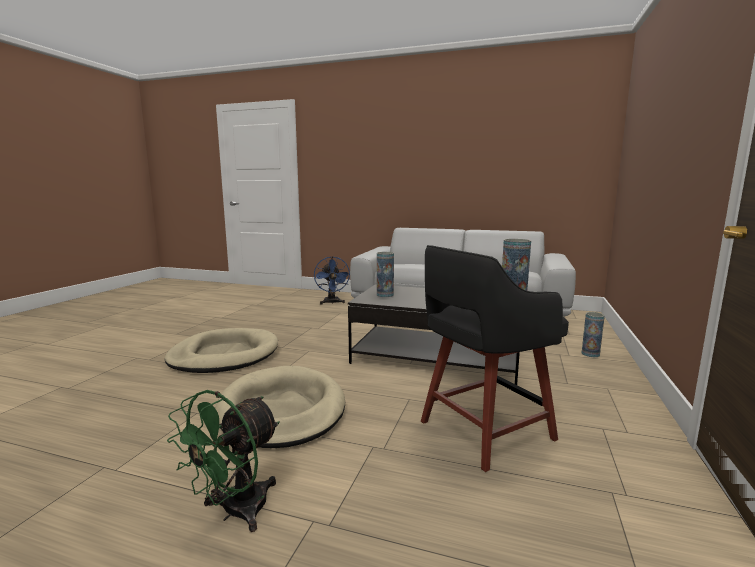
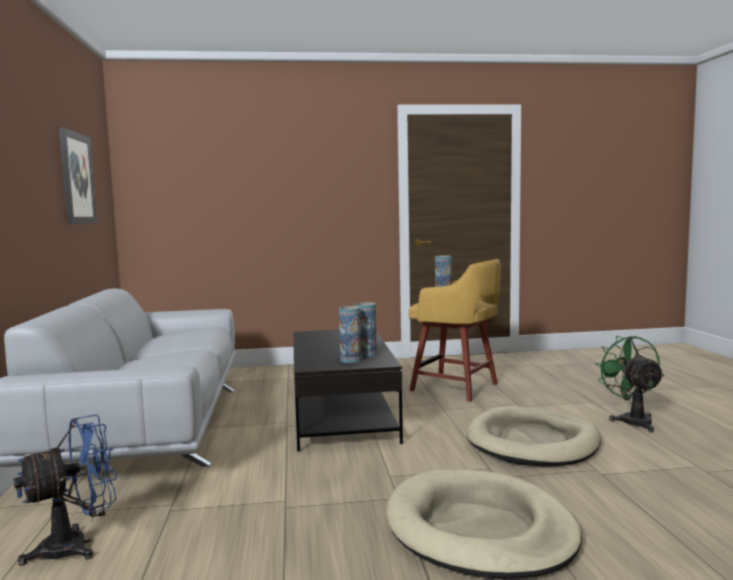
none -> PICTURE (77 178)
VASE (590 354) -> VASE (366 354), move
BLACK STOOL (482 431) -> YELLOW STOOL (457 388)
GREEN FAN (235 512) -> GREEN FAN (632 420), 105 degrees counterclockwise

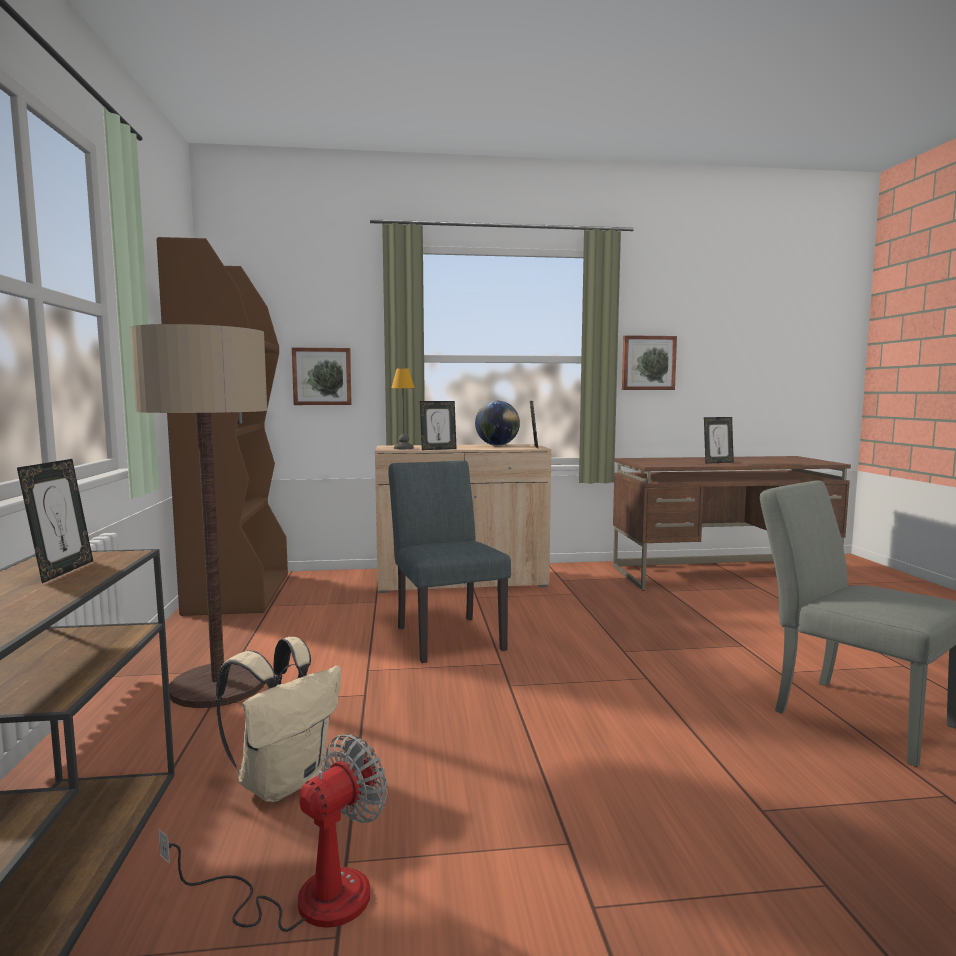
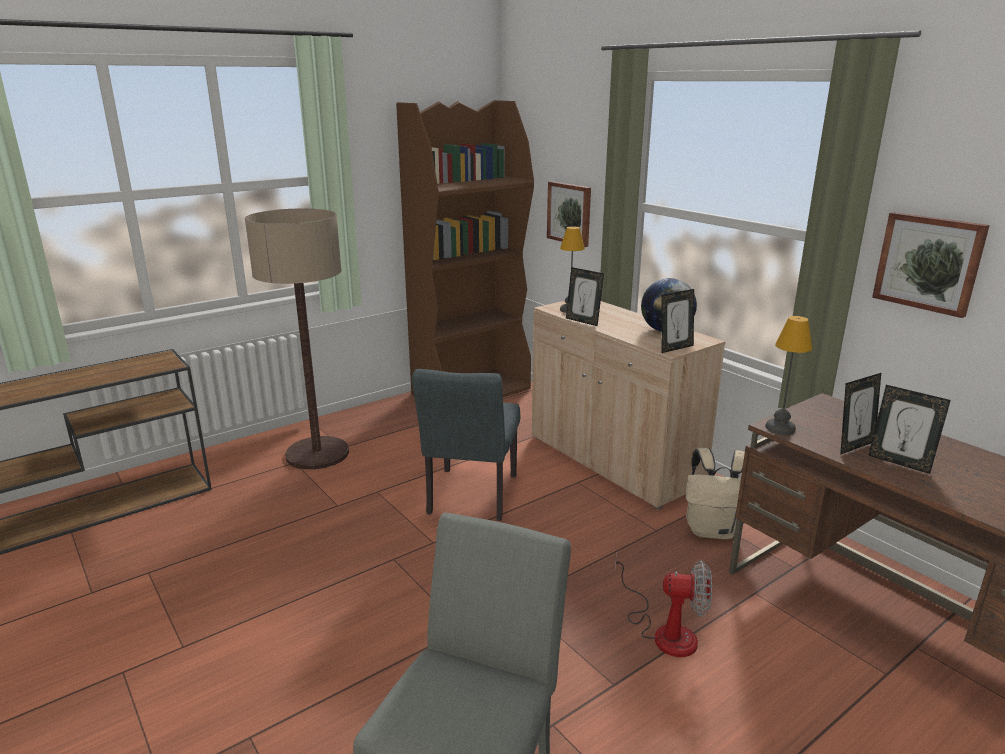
none -> TABLE LAMP (780 427)
PICTURE FRAME (62 571) -> PICTURE FRAME (854 446), move
FAN (306 898) -> FAN (664 631), move
BEIGE BACKPACK (283 781) -> BEIGE BACKPACK (713 530), move
GREY CHAIR (446 635) -> GREY CHAIR (470 498), 150 degrees clockwise

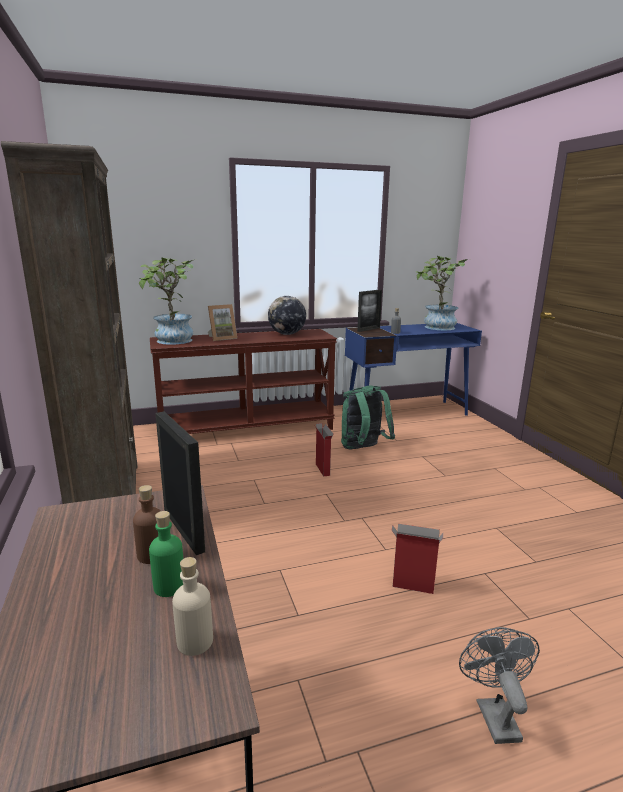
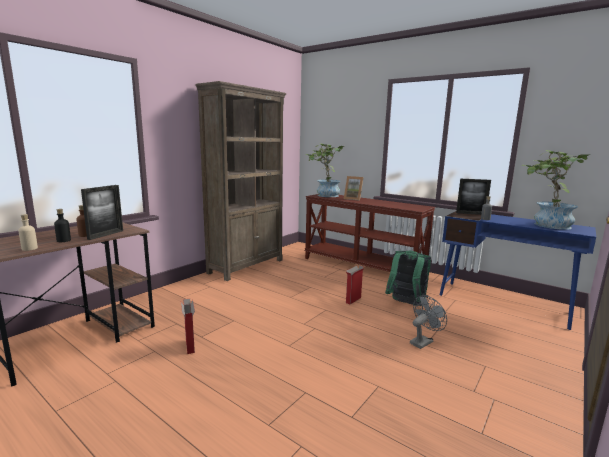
GLOBE (287 334) -> none
CARDBOARD BOX (412 586) -> CARDBOARD BOX (190 345), move
GREY FAN (494 714) -> GREY FAN (423 341), move
GREEN BOTTLE (169 586) -> BLACK BOTTLE (64 240)

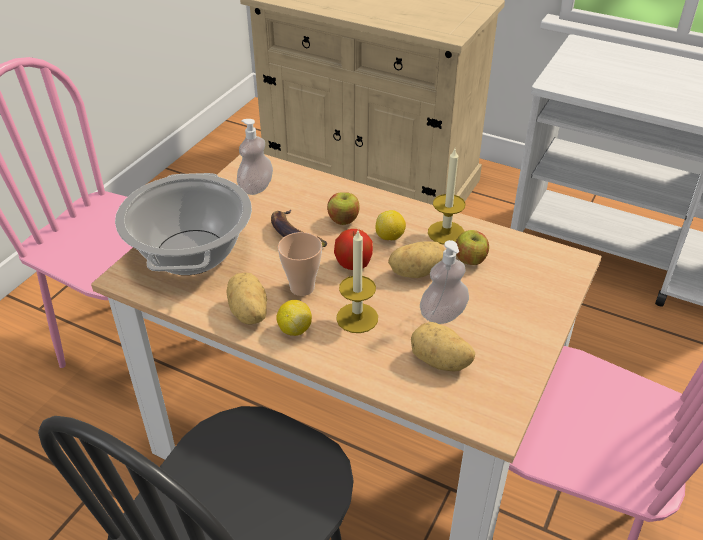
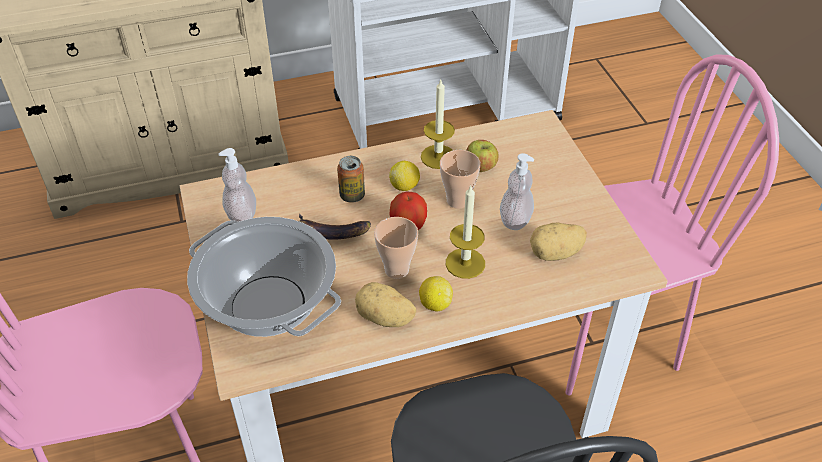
APPLE (343 220) -> CAN (352 195)
POTATO (416 272) -> CUP (458 200)

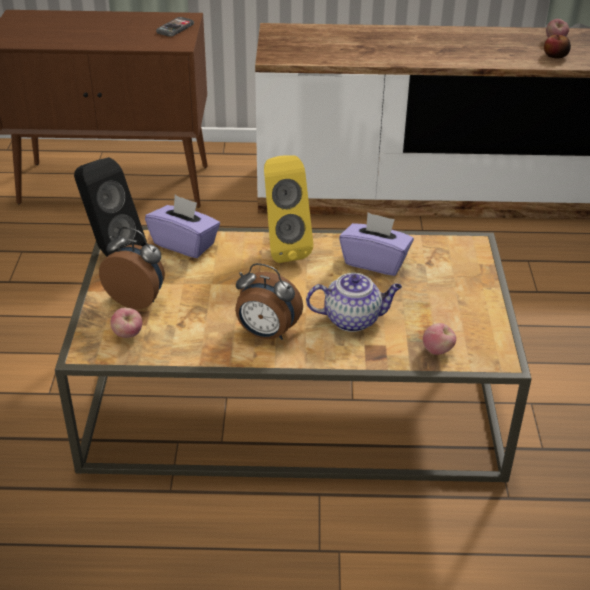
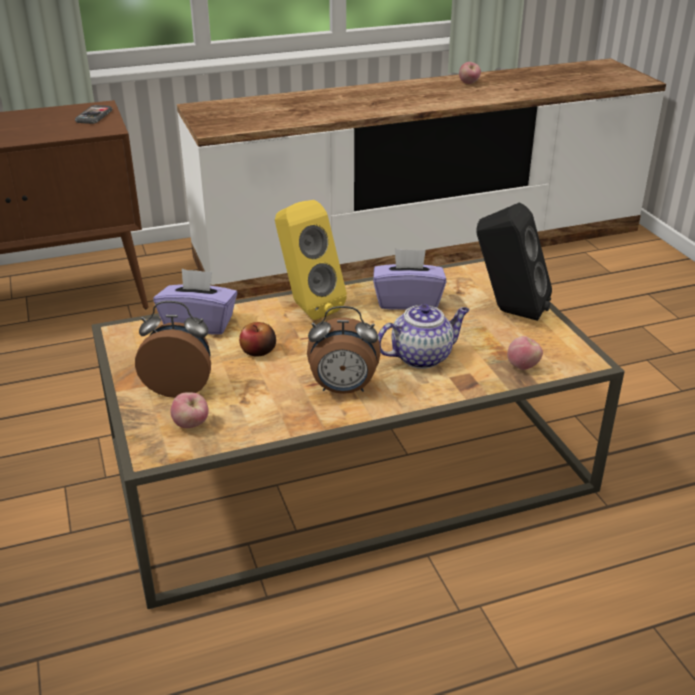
BLACK SPEAKER (111 253) -> BLACK SPEAKER (508 312), move
APPLE (555 56) -> APPLE (258 351), move

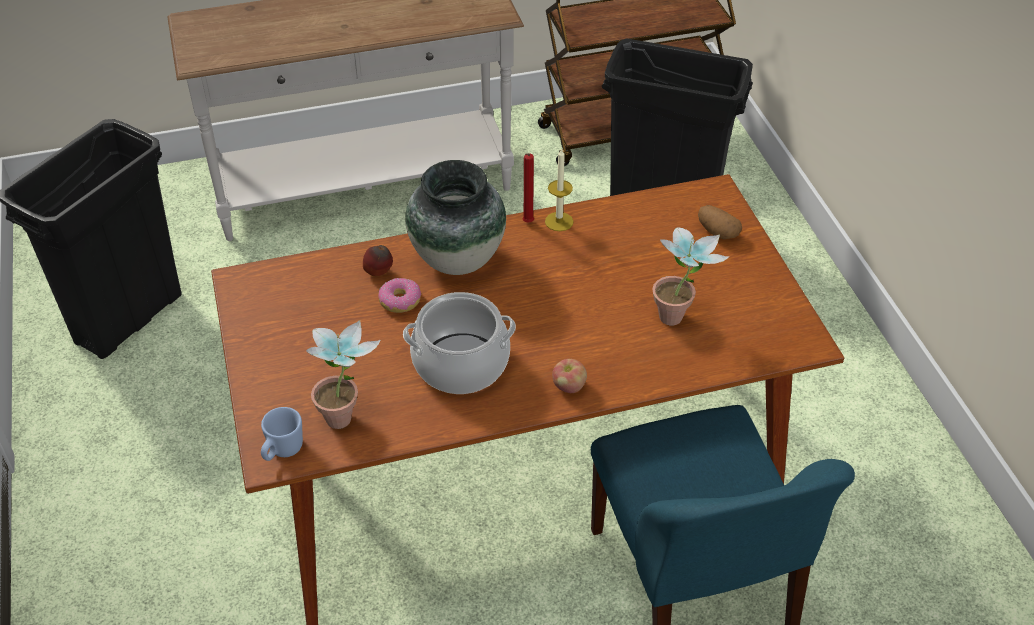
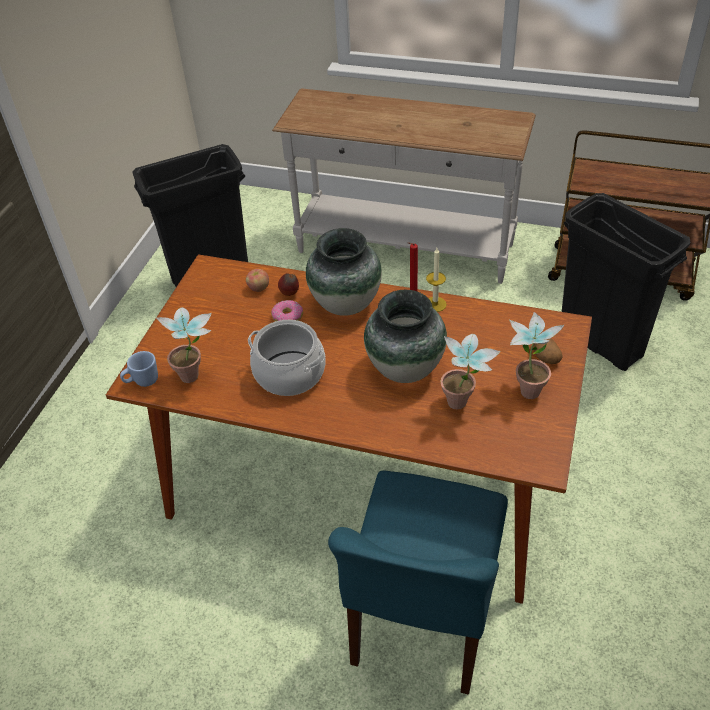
none -> VASE (405 369)
none -> POTTED PLANT (527 386)
APPLE (569 386) -> APPLE (258 288), move

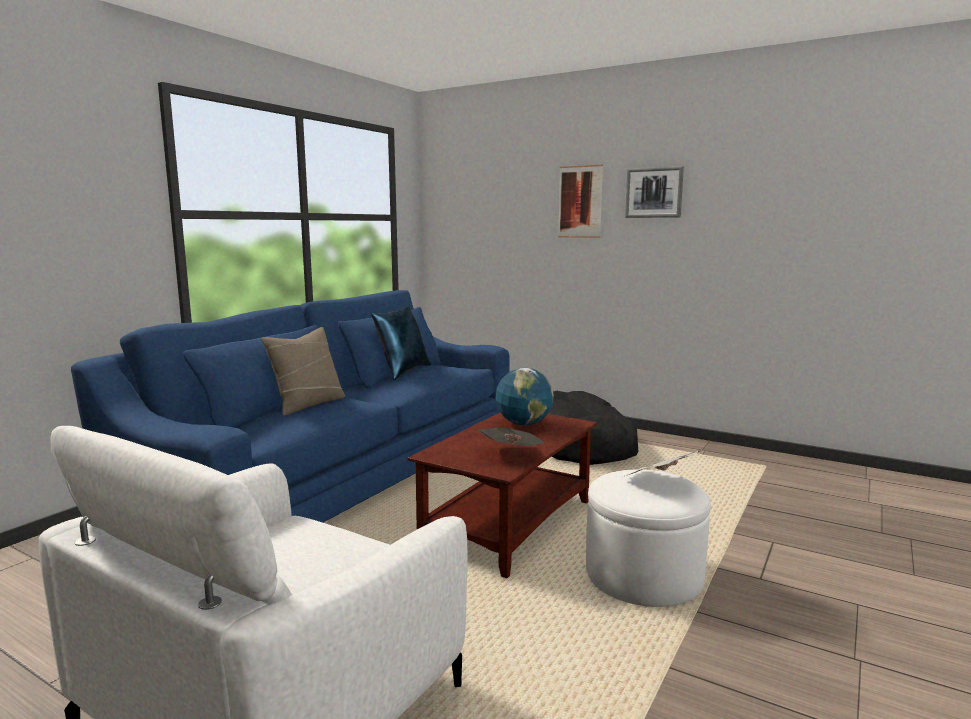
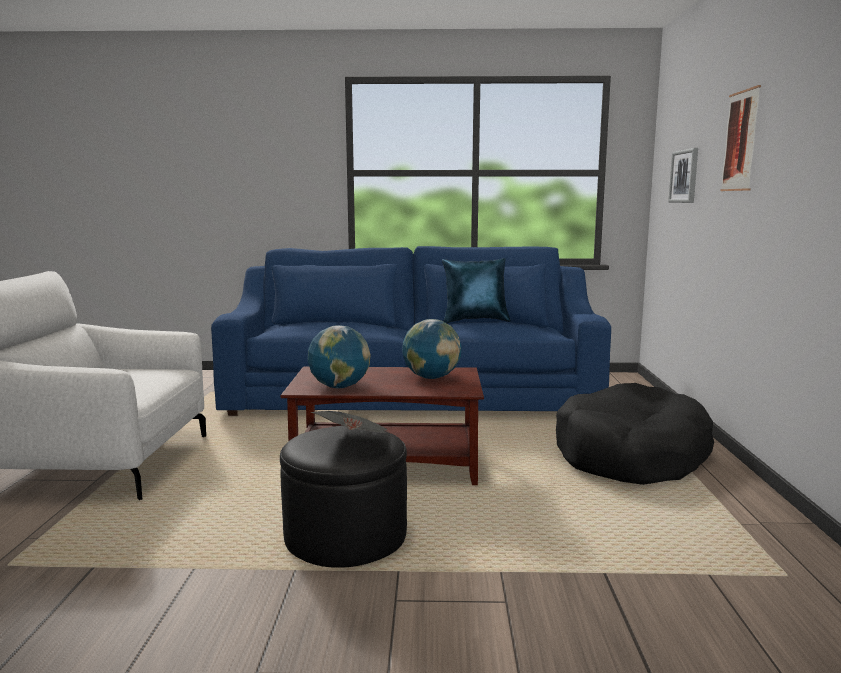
BEIGE PILLOW (308 404) -> none
PICTURE (654 192) -> PICTURE (684 176), move
NEWSPAPER (512 455) -> GLOBE (339 386)
WHITE OTTOMAN (643 574) -> BLACK OTTOMAN (345 535)

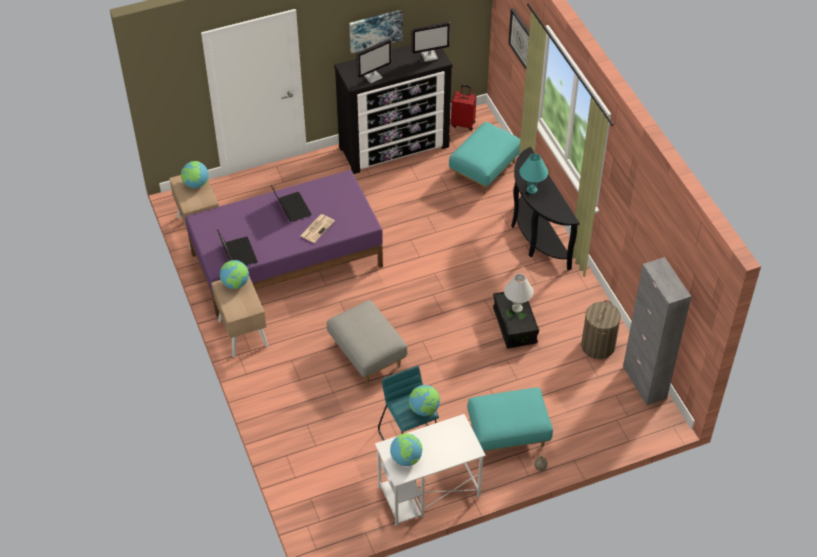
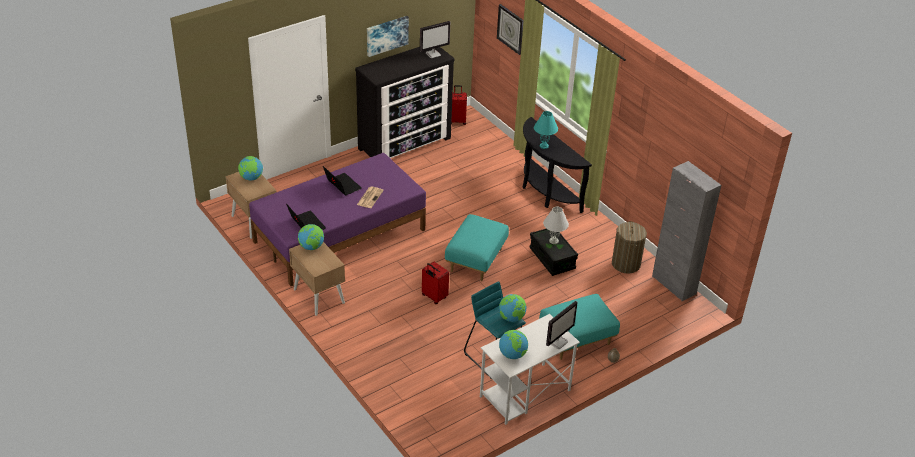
MONITOR (373 76) -> MONITOR (557 341), move
TURQUOISE OTTOMAN (484 170) -> TURQUOISE OTTOMAN (475 260), move
GREY OTTOMAN (366 354) -> RED SUITCASE (434 297)

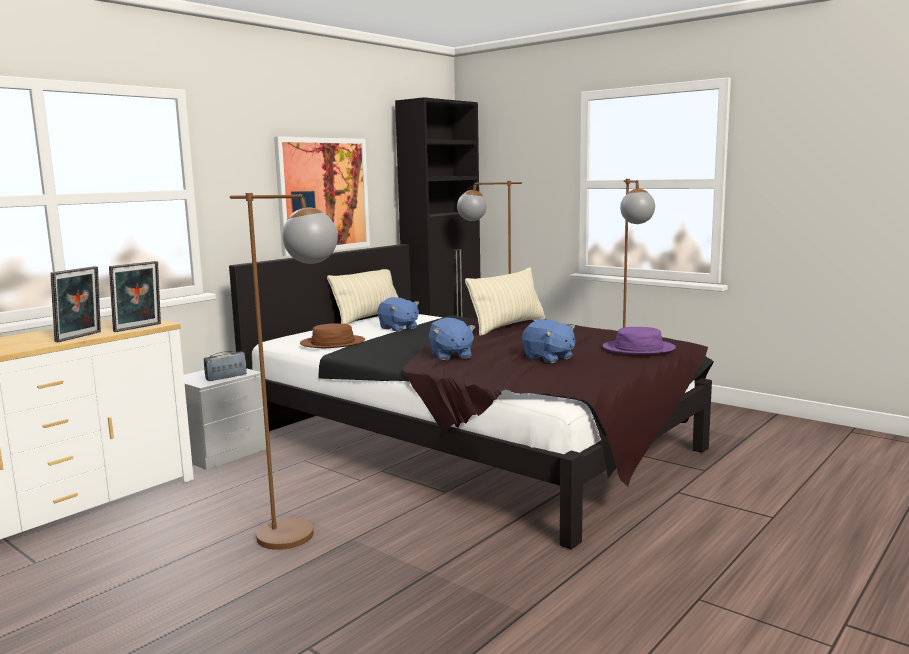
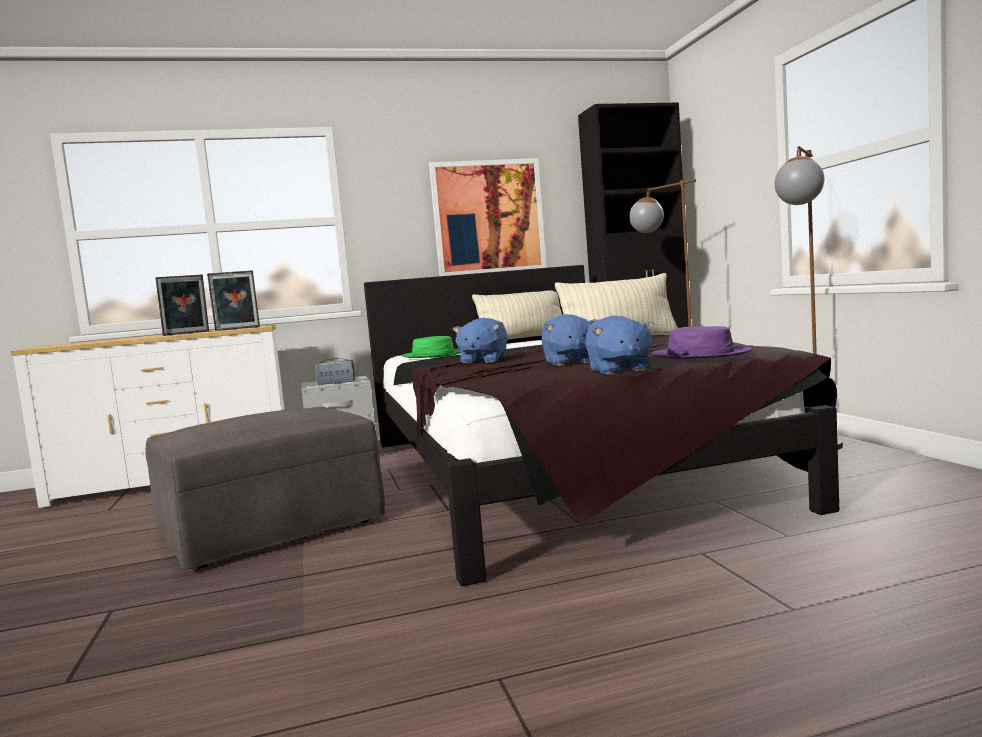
BLUE PLUSH TOY (398 328) -> BLUE PLUSH TOY (618 370), move
BROWN FLOOR LAMP (303 539) -> GREY OTTOMAN (271 526)
BROWN HAT (332 343) -> GREEN HAT (433 355)

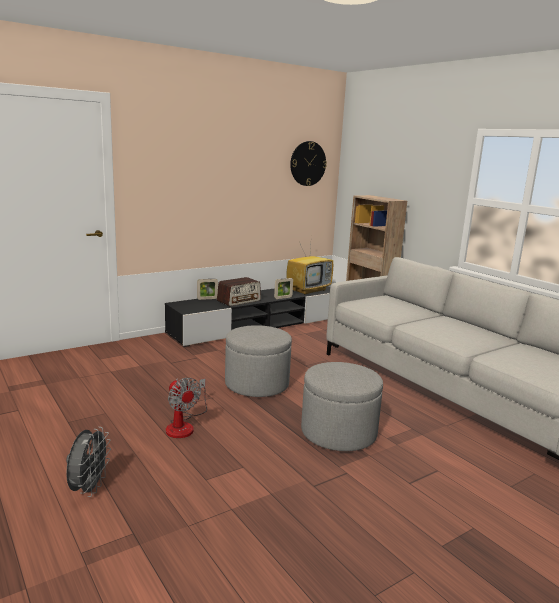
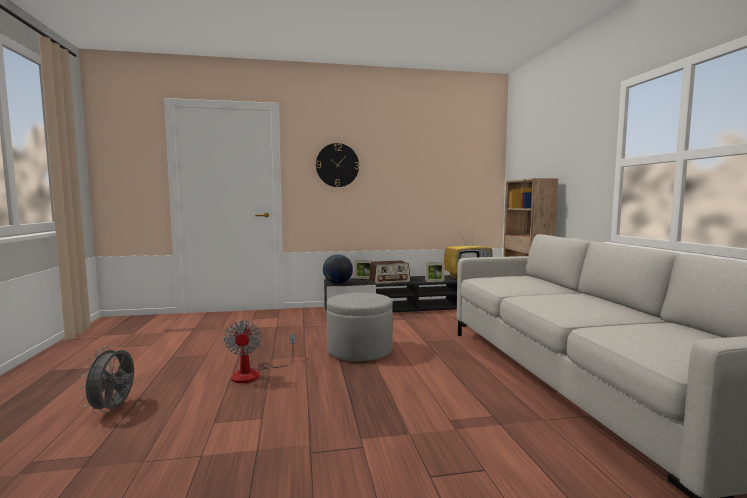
GREY OTTOMAN (338 432) -> none
none -> GLOBE (337 283)
WALL CLOCK (308 163) -> WALL CLOCK (337 165), move
GREY FAN (88 489) -> GREY FAN (114 409), 150 degrees clockwise

